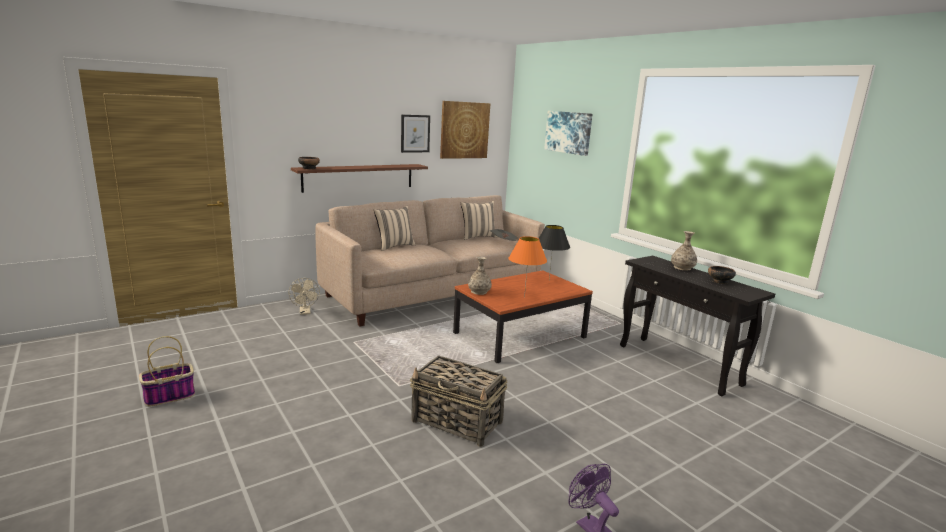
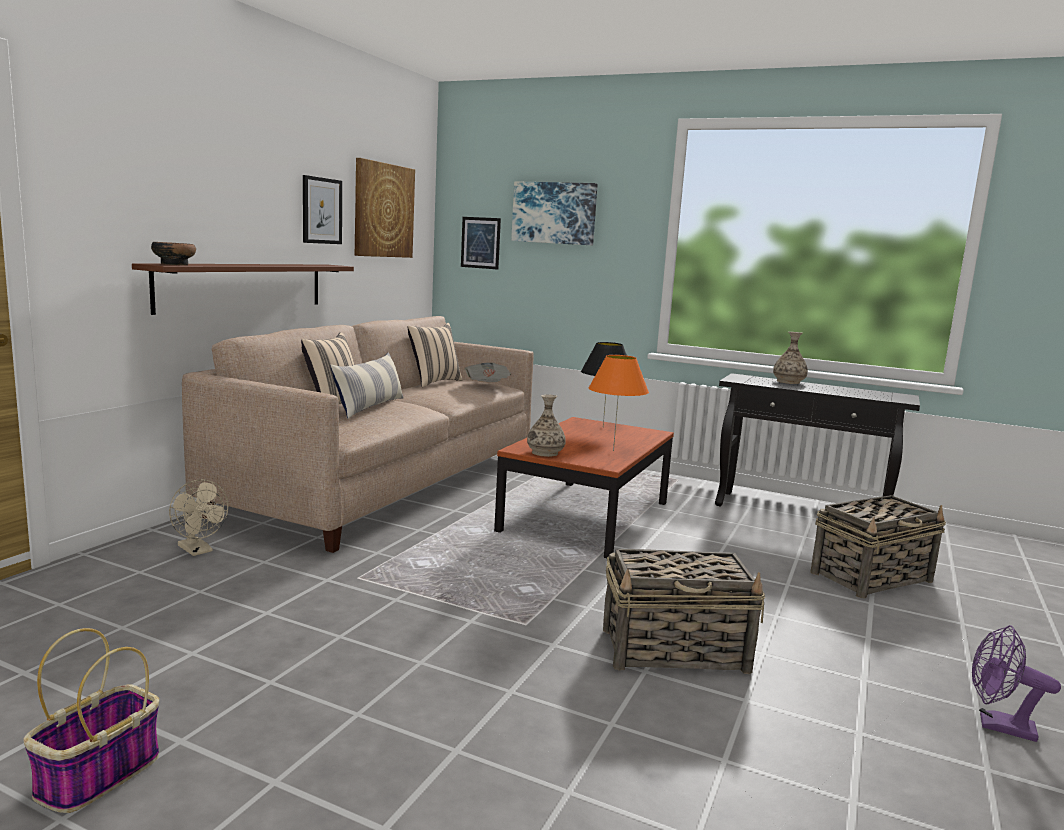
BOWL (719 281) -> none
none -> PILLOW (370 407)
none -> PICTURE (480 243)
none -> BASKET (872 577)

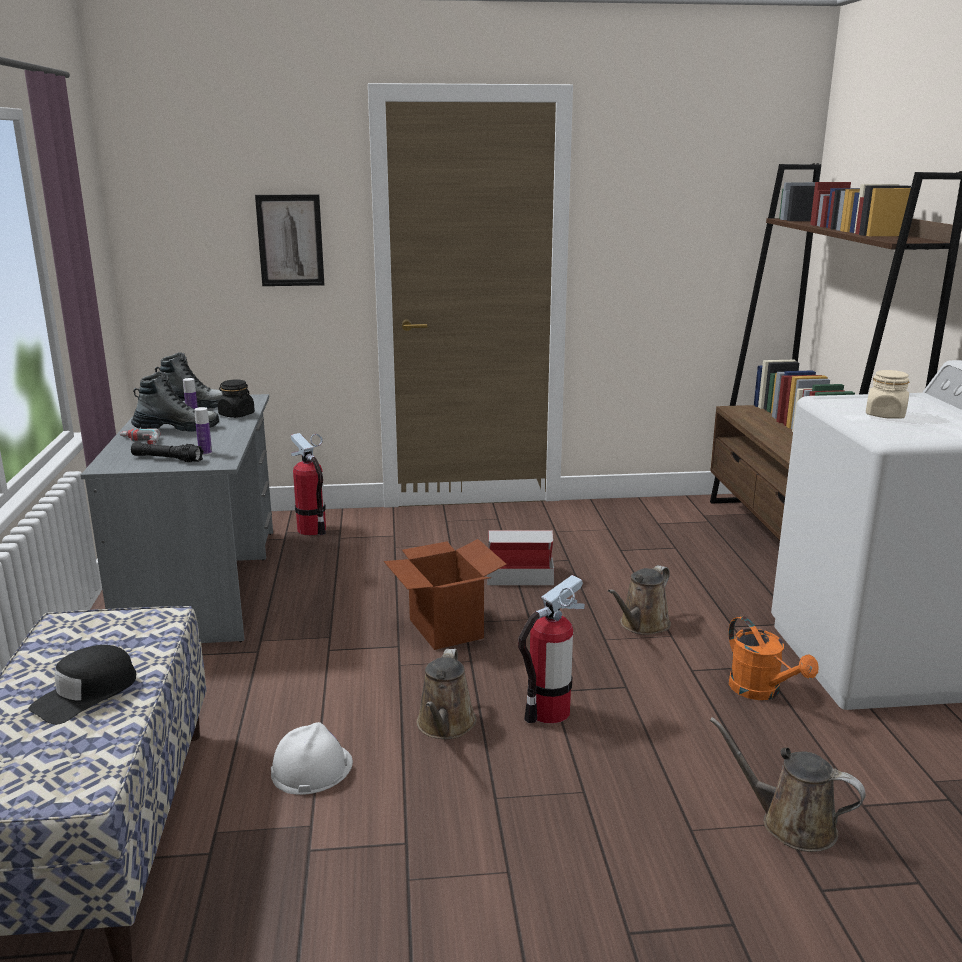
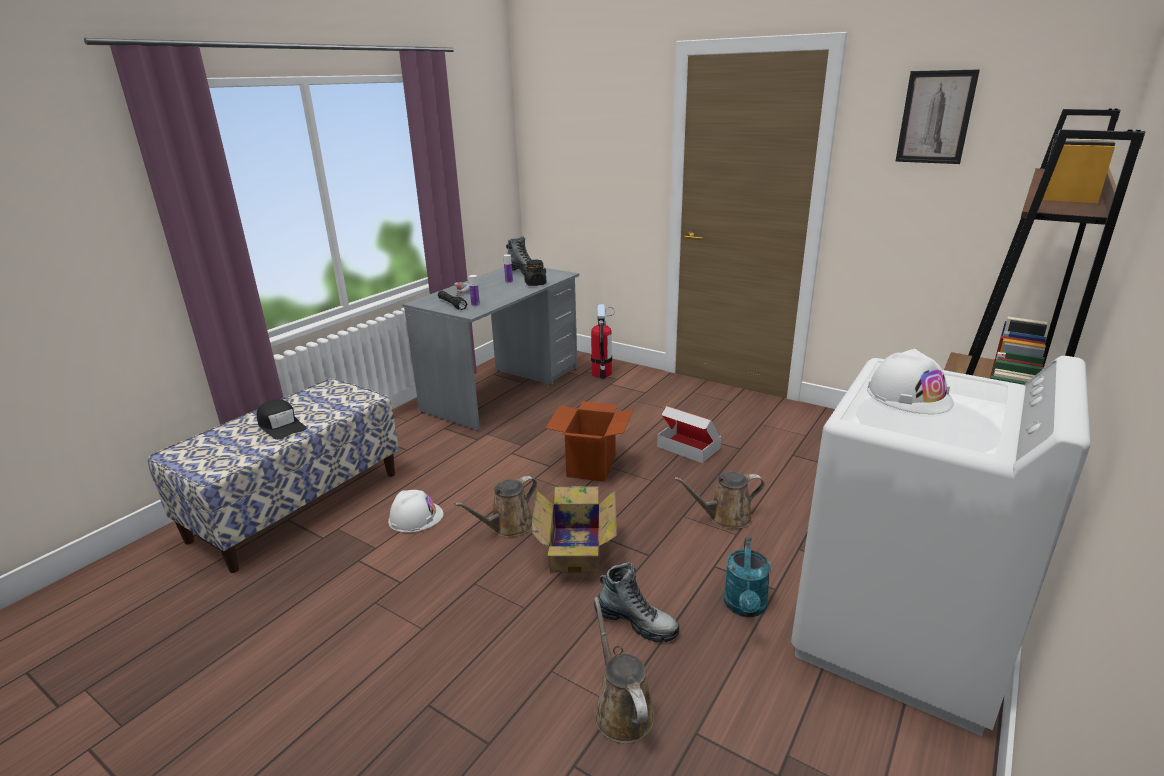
BOOT (177 428) -> BOOT (636 622), move
PICTURE (290 240) -> PICTURE (935 117), move
FIRE EXTINGUISHER (549 711) -> CARDBOARD BOX (577 547)
BEIGE JAR (885 415) -> WHITE HARD HAT (909 395)
ORANGE WATERING CAN (761 691) -> TURQUOISE WATERING CAN (745 607)
BLACK CAP (86 694) -> BLACK CAP (281 426), 120 degrees counterclockwise

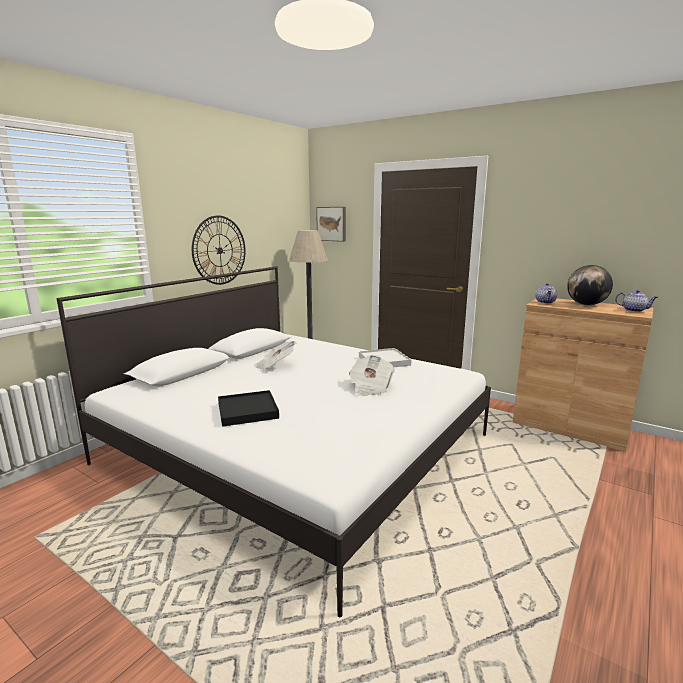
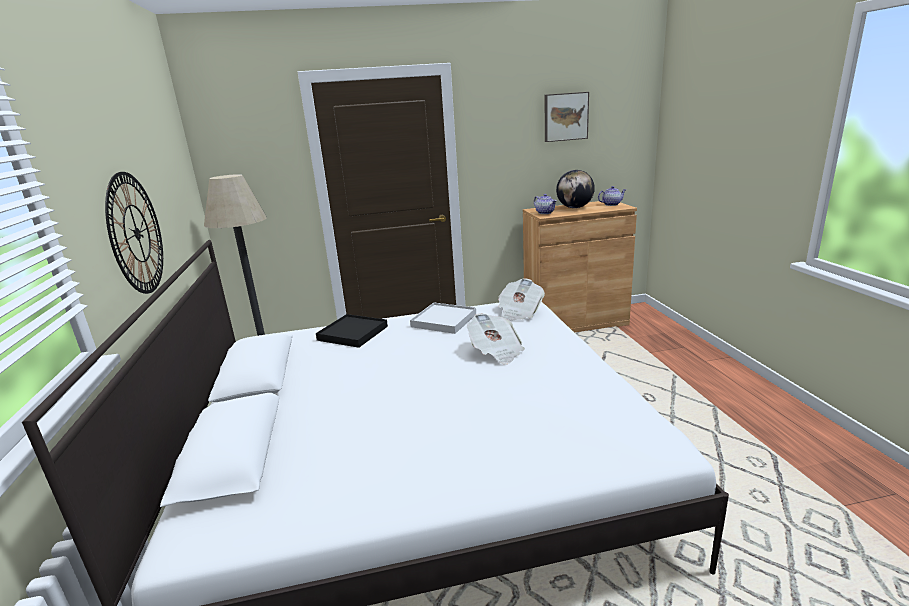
BLACK TRAY (248 411) -> BLACK TRAY (353 333), move
NEWSPAPER (275 366) -> NEWSPAPER (519 312), move
PICTURE (332 224) -> PICTURE (565 117), move

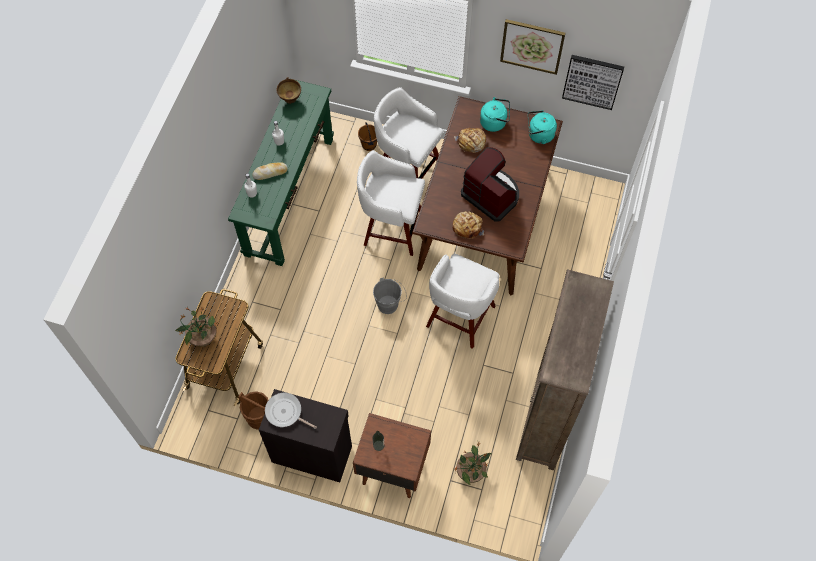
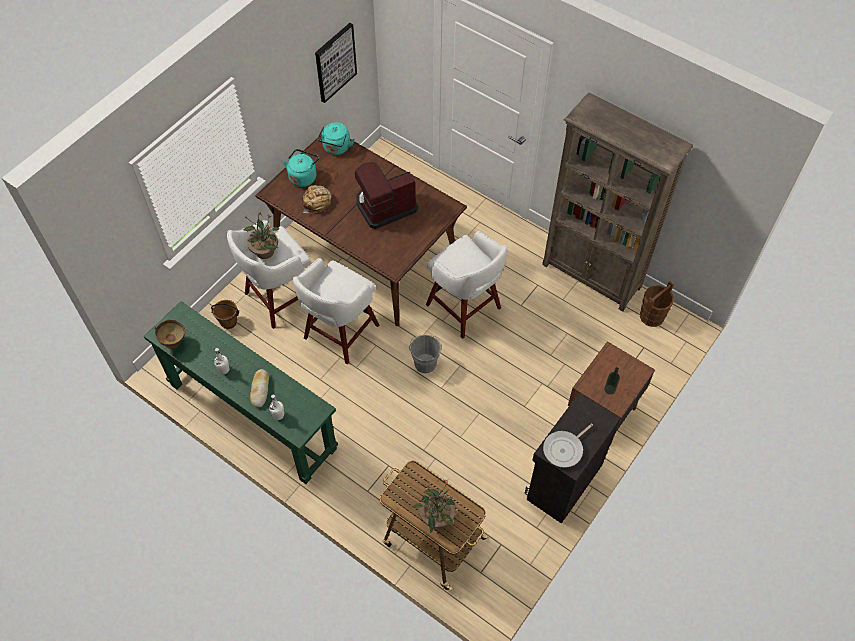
BREAD (467 227) -> none
PICTURE (532 46) -> none
BROWN BUCKET (259 417) -> BROWN BUCKET (652 316), move
POTTED PLANT (471 472) -> POTTED PLANT (265 251), move

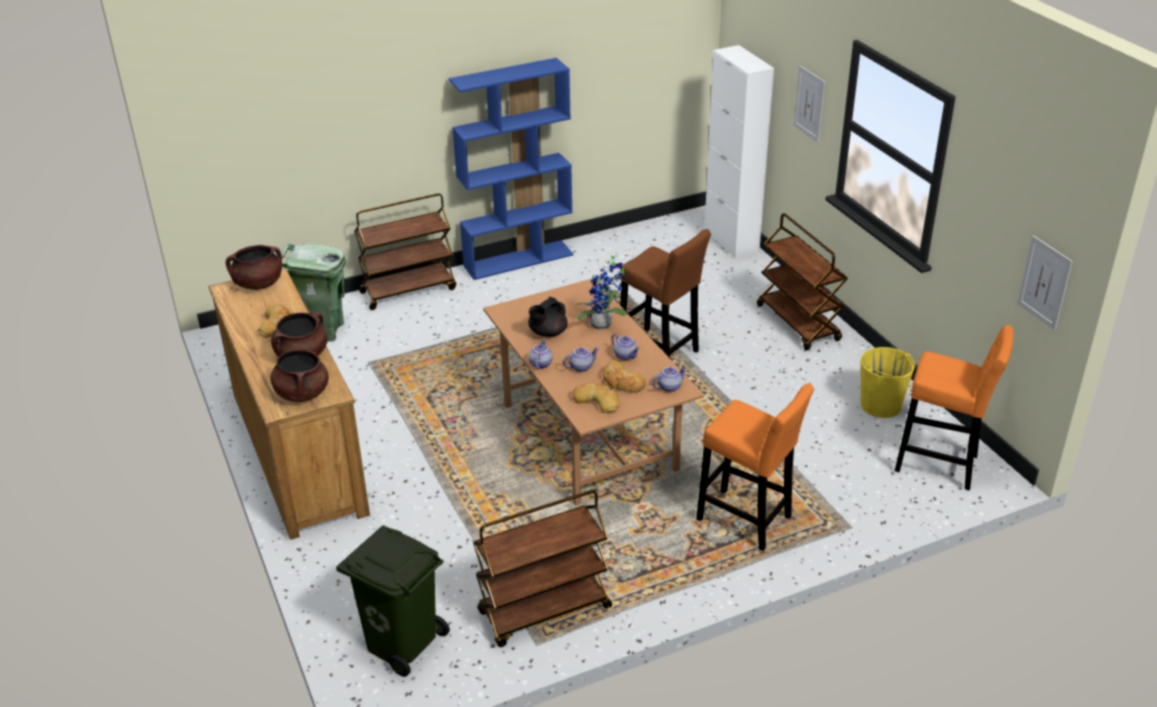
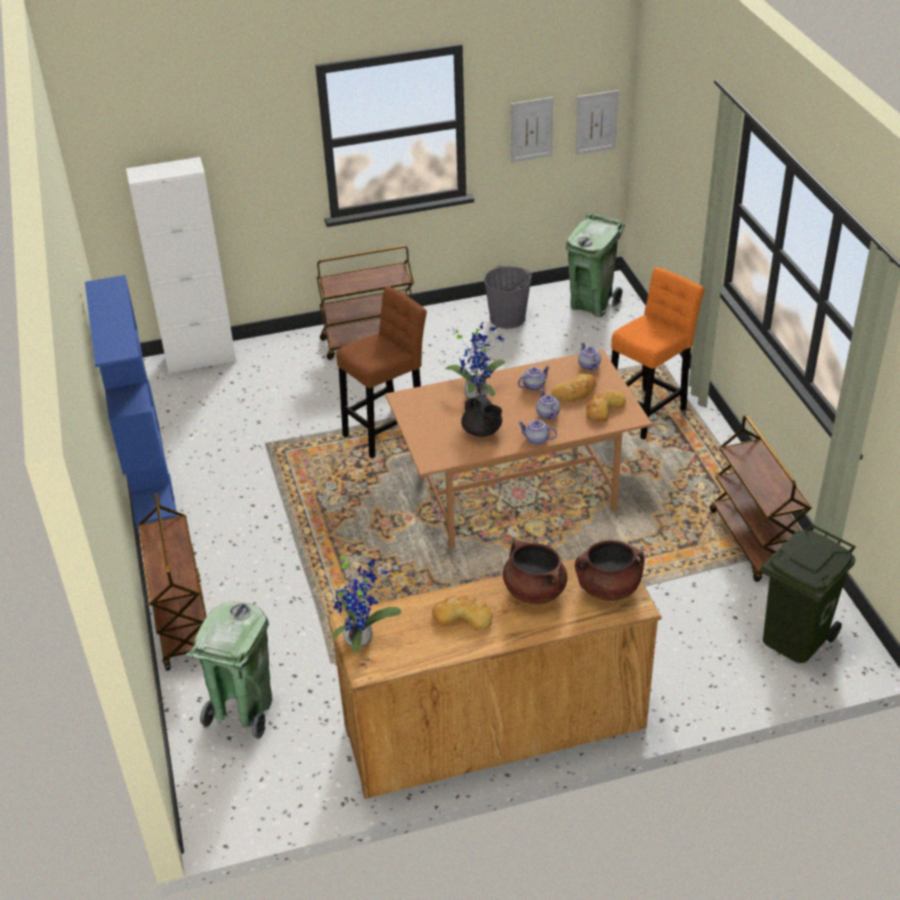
PICTURE (809 103) -> PICTURE (531 129), move
BROWN COOKING POT (258 284) -> POTTED PLANT (362 637)
ORANGE STOOL (941 465) -> GREEN TRASH CAN (592 304)
YELLOW BUCKET (881 405) -> GREY BUCKET (508 318)

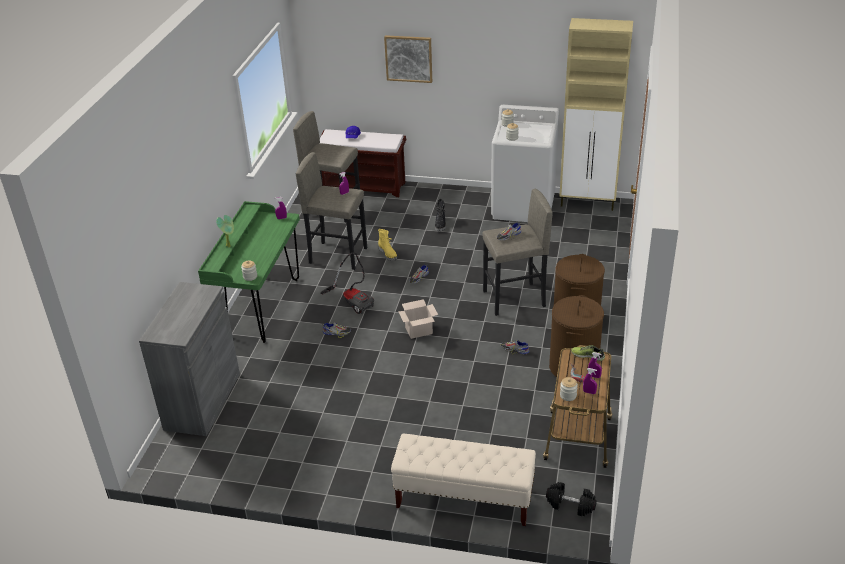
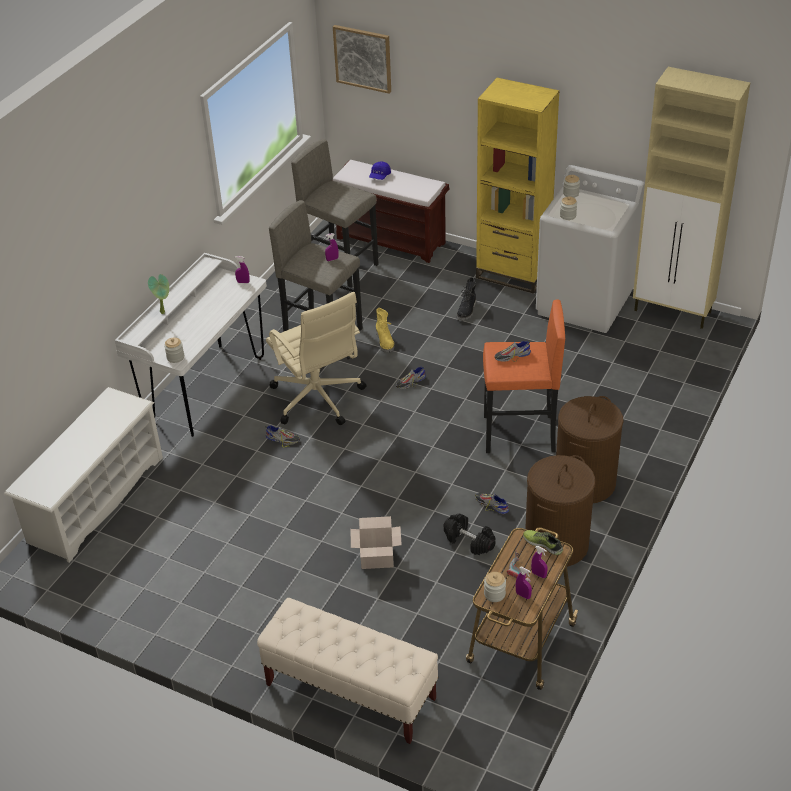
none -> YELLOW BOOKCASE (513 274)
PICTURE (408 58) -> PICTURE (363 58), move
CARDBOARD BOX (418 331) -> CARDBOARD BOX (376 558), move
BLACK DUMBBELL (570 505) -> BLACK DUMBBELL (469 541), move
GREY CABINET (202 401) -> WHITE SHOE RACK (96 499)
VACUUM CLEANER (353 301) -> BEIGE OFFICE CHAIR (318 399)
GREEN DESK (261 308) -> WHITE DESK (206 389)
GREY STOOL (514 299) -> ORANGE STOOL (519 434)

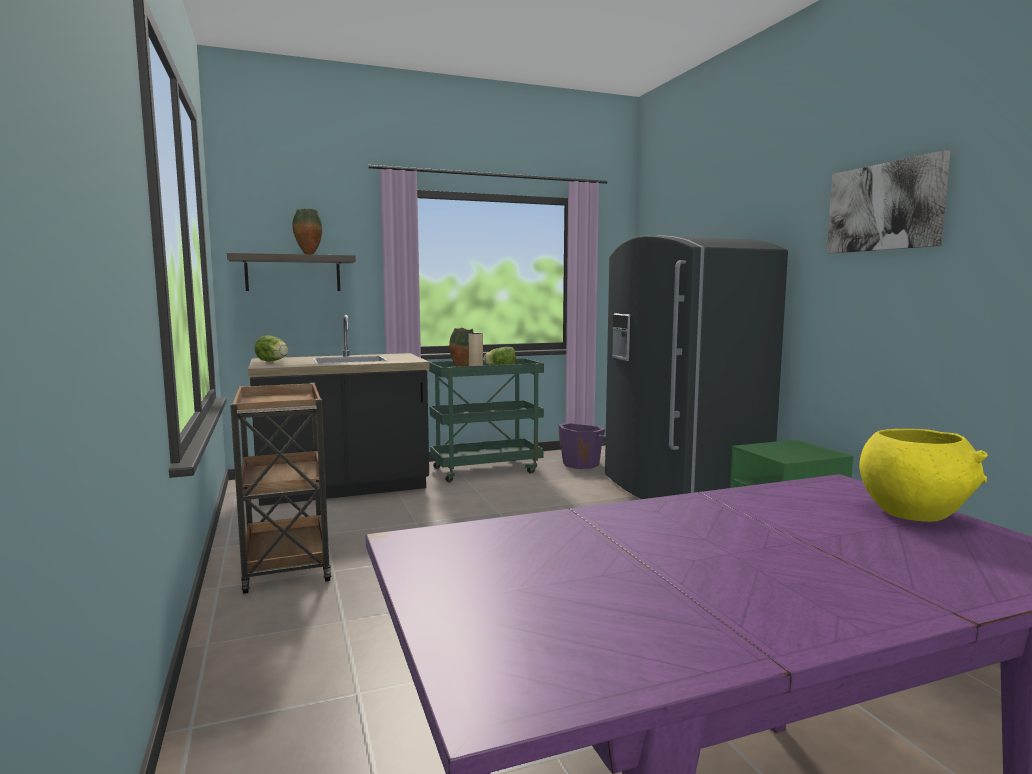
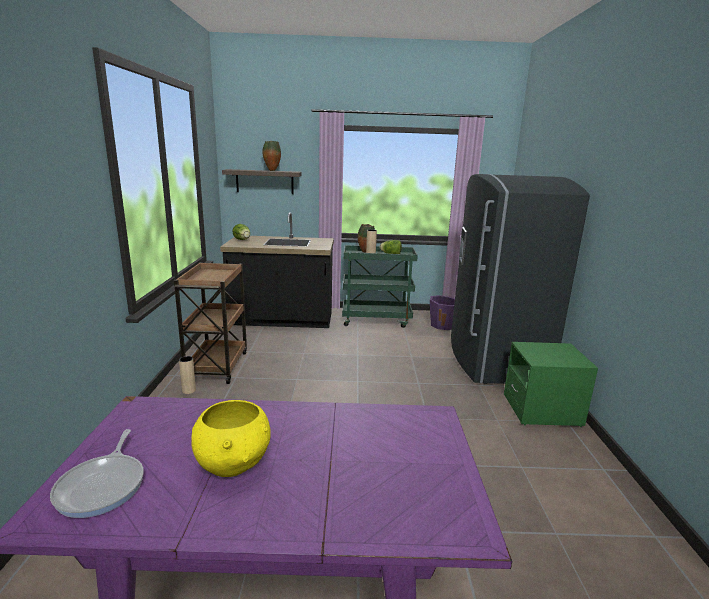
PICTURE (885 207) -> none
none -> FRYING PAN (103 486)
none -> BEIGE VASE (189 390)
YELLOW BOWL (914 513) -> YELLOW BOWL (234 464), move

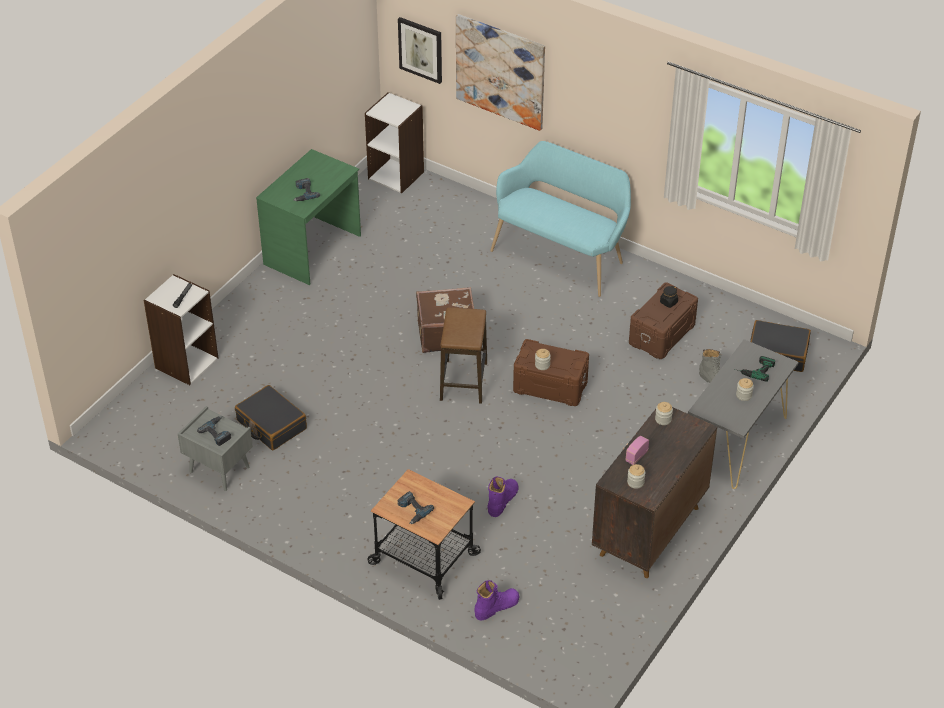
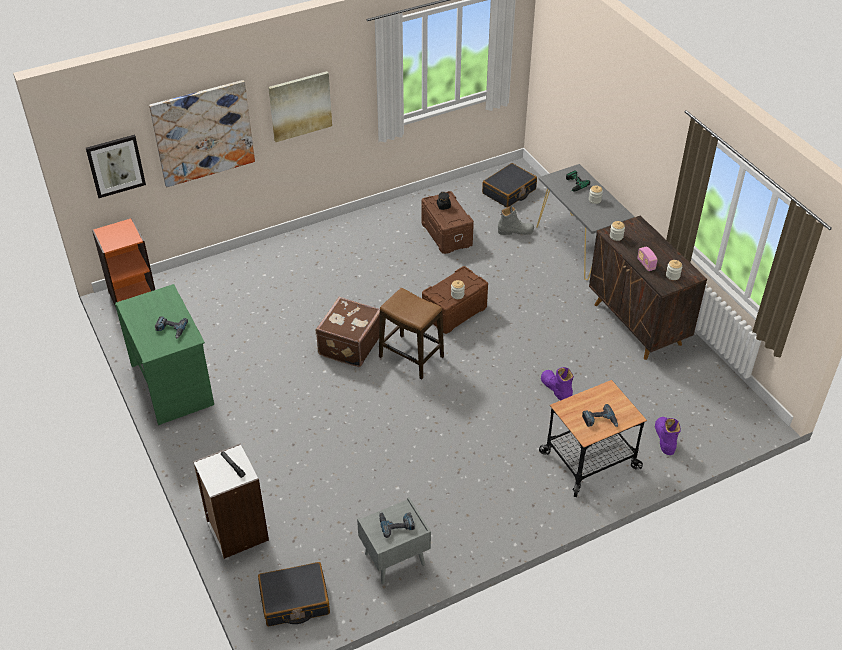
TURQUOISE BENCH (561 255) -> none
none -> PICTURE (300 106)
BLACK SUITCASE (271 425) -> BLACK SUITCASE (294 600), move
WHITE BOOKCASE (396 175) -> ORANGE BOOKCASE (133 296)

